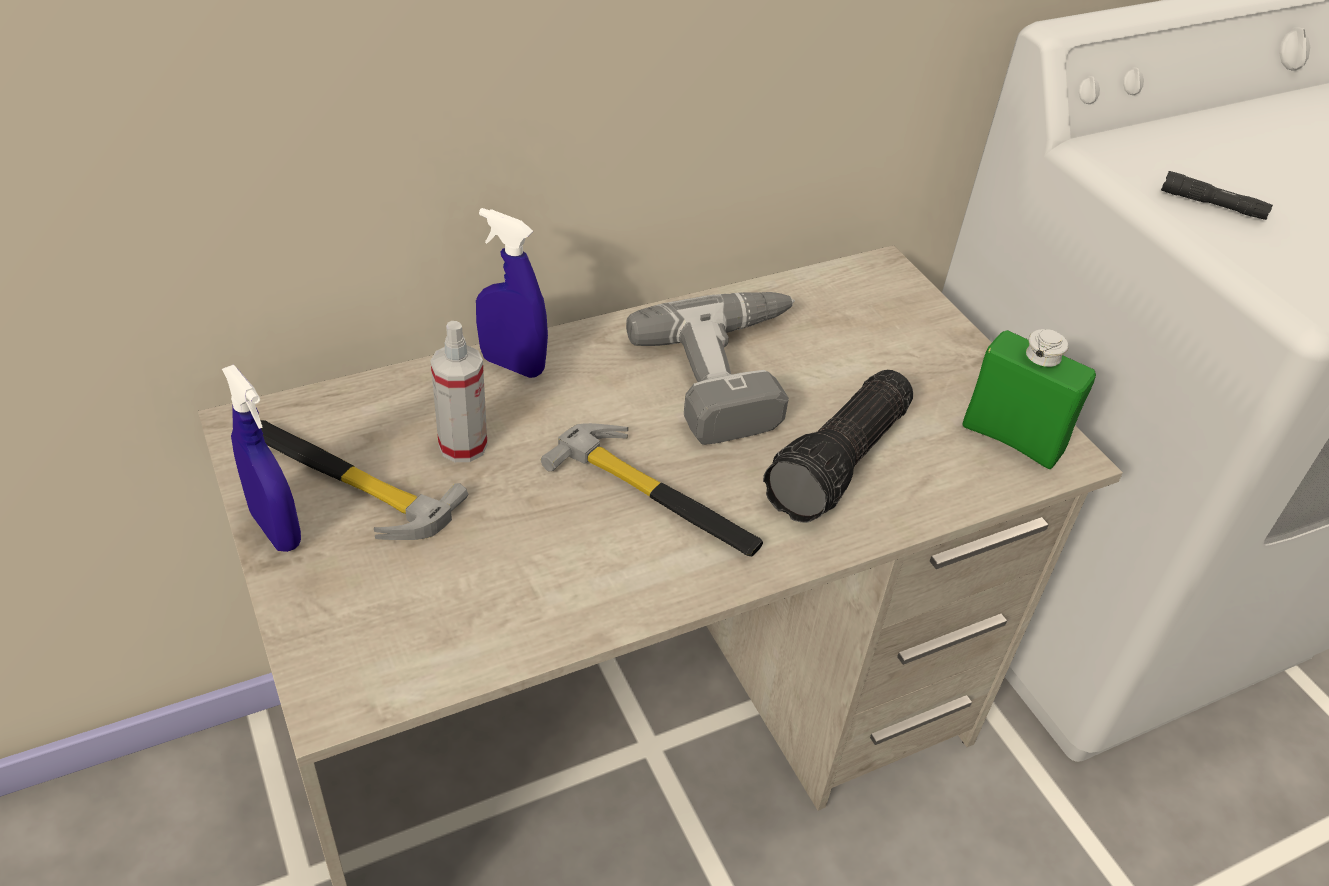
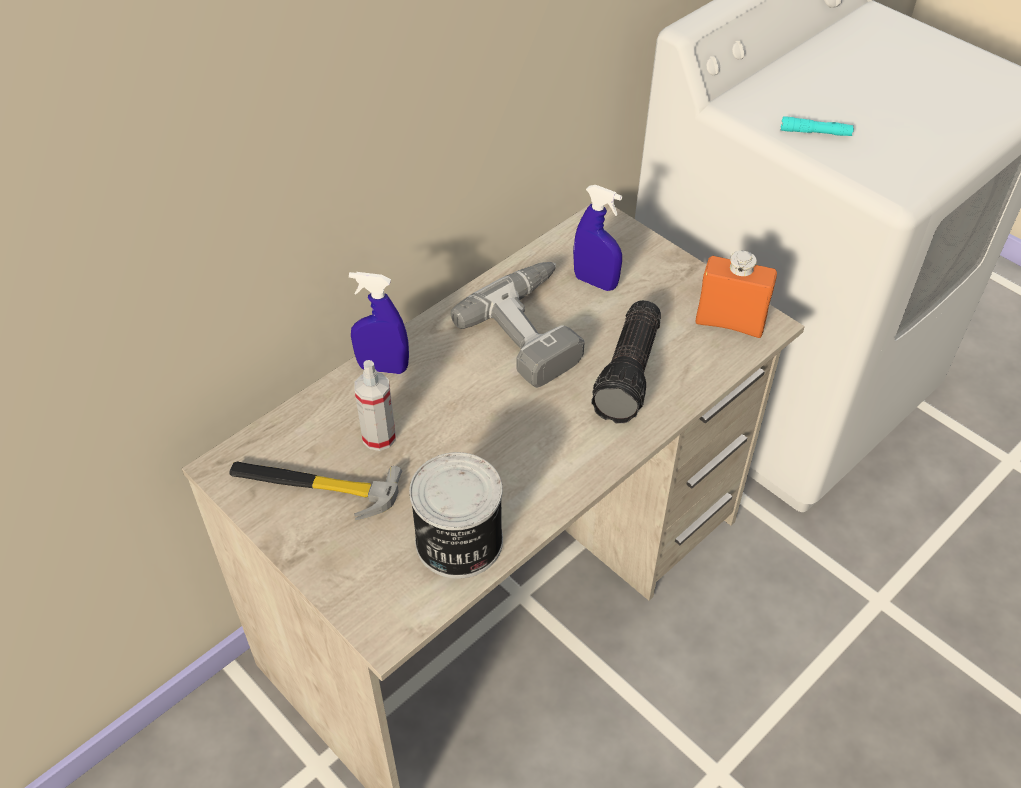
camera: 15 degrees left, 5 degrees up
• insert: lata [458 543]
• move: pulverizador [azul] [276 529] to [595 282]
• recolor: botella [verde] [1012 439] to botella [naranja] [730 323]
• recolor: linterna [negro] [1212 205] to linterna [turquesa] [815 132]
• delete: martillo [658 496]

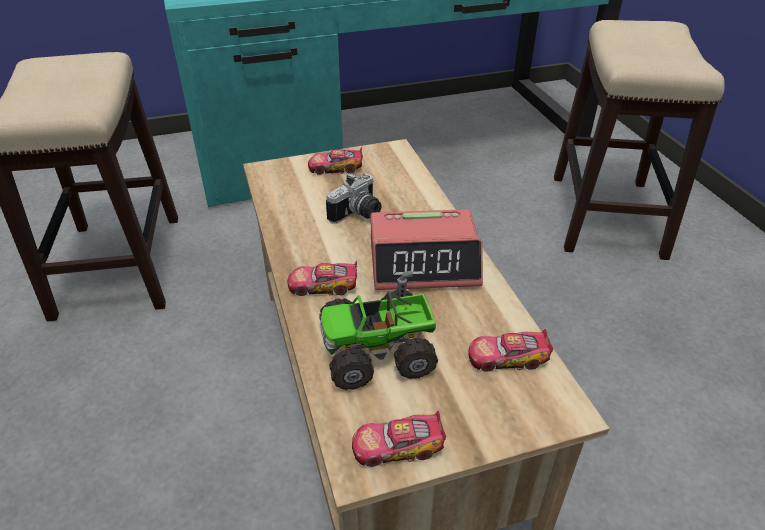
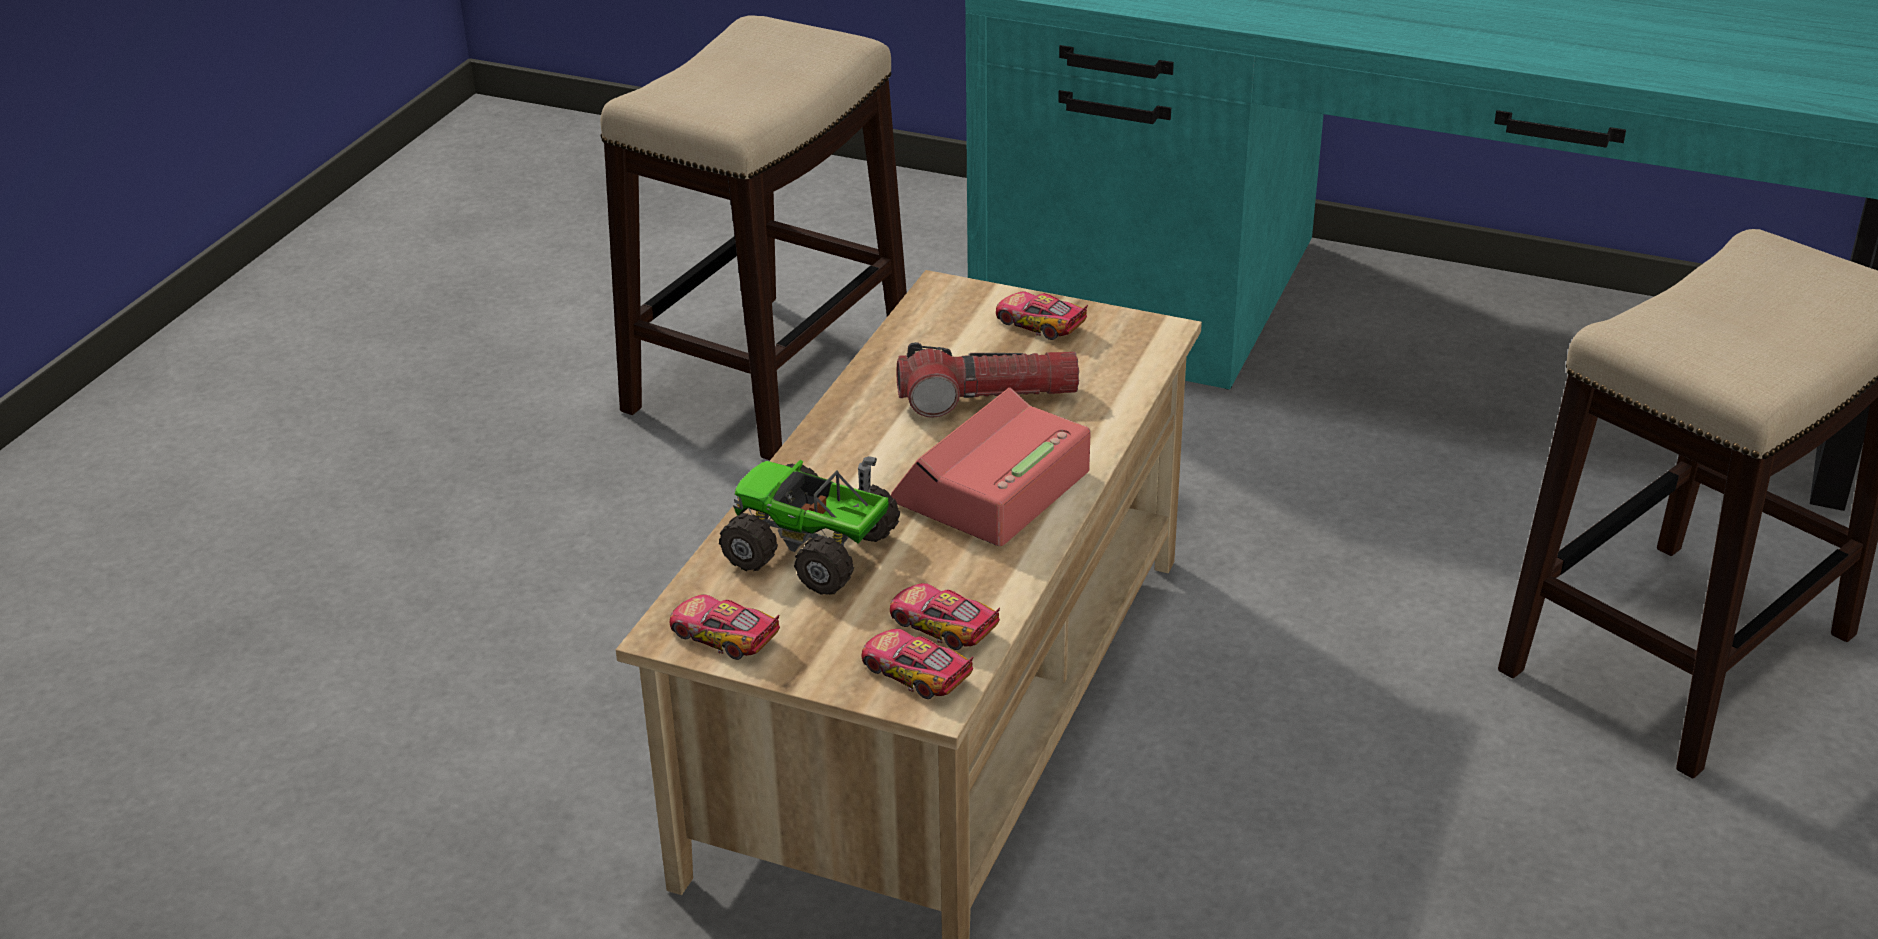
camera: 40 degrees right, 5 degrees down
• move: coche de juguete [323 285] to [915 673]
• rotate: despertador [424 262] = [992 489] 90 degrees clockwise
• replace: cámara [358 215] to linterna [987 398]

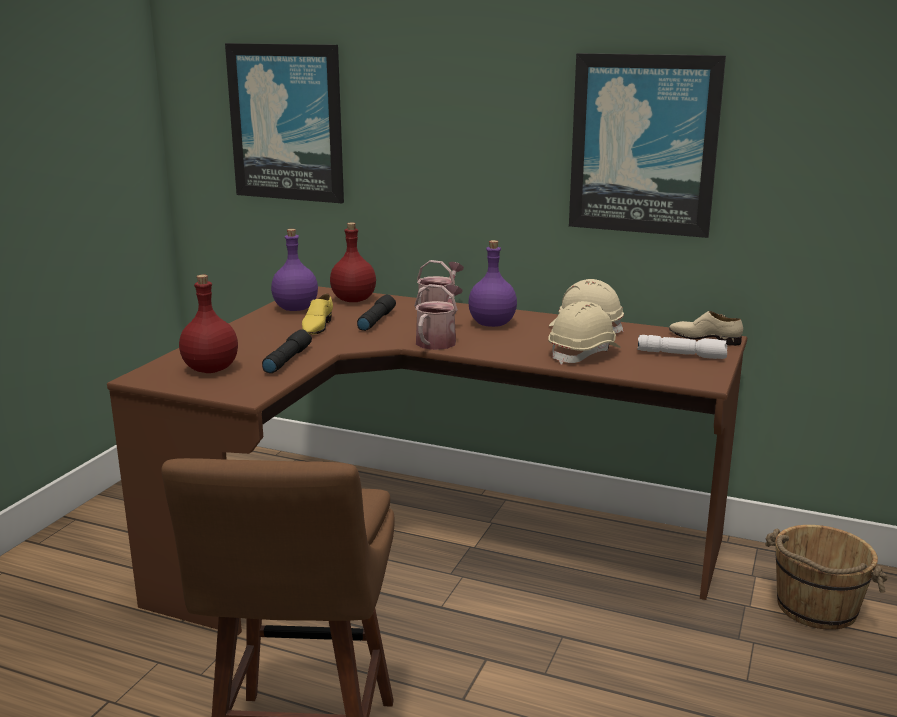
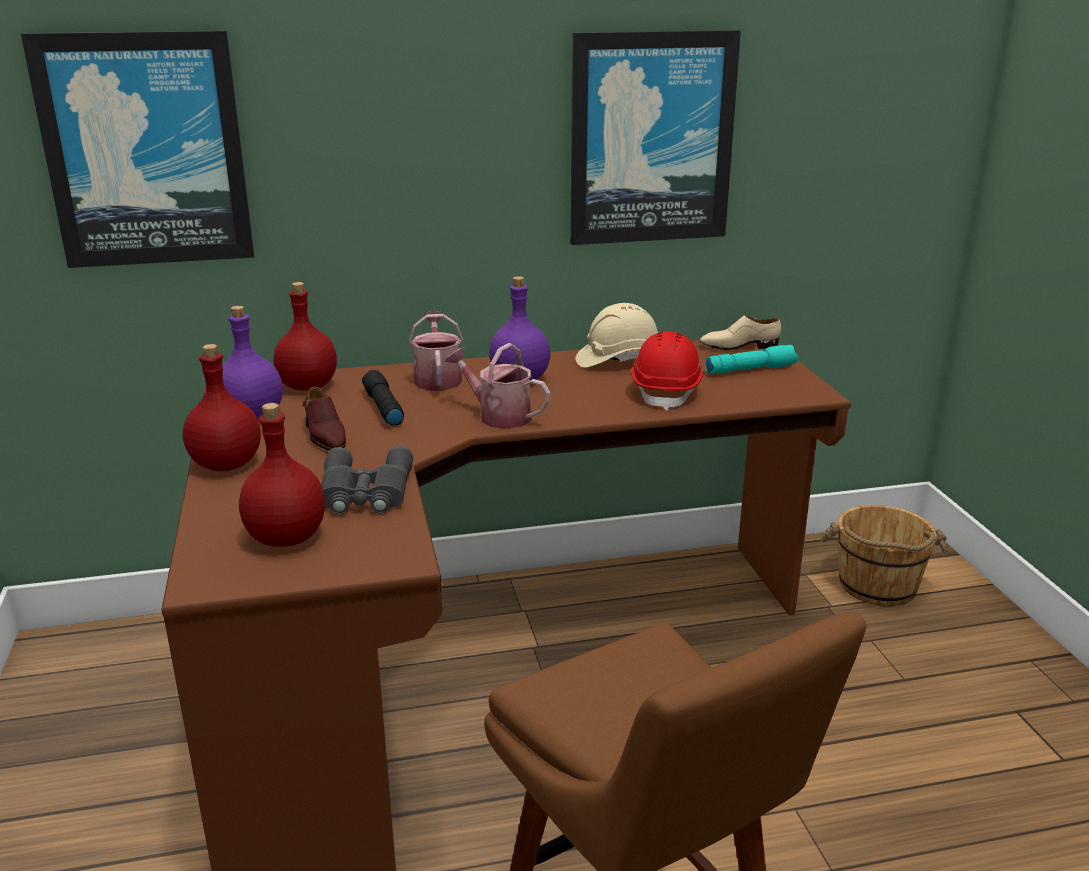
camera: 35 degrees left, 5 degrees up
• insert: botella [rojo] [227 465]
• recolor: zapato [amarillo] [316 327] to zapato [marrón] [324 436]
• replace: linterna [negro] [286 360] to prismáticos [gris] [364 492]
• rotate: regadera [438 340] = [498 415] 45 degrees counterclockwise
• recolor: casco [beis] [584 353] to casco [rojo] [667 392]
• recolor: linterna [blanco] [682 355] to linterna [turquesa] [750 369]

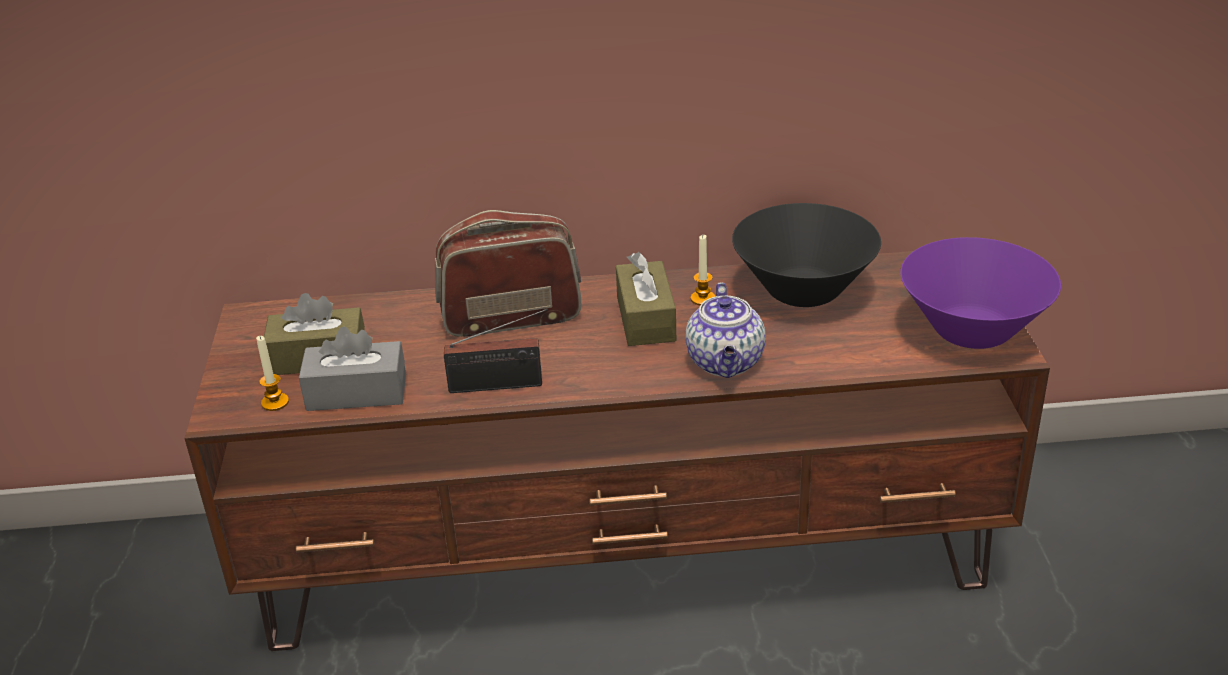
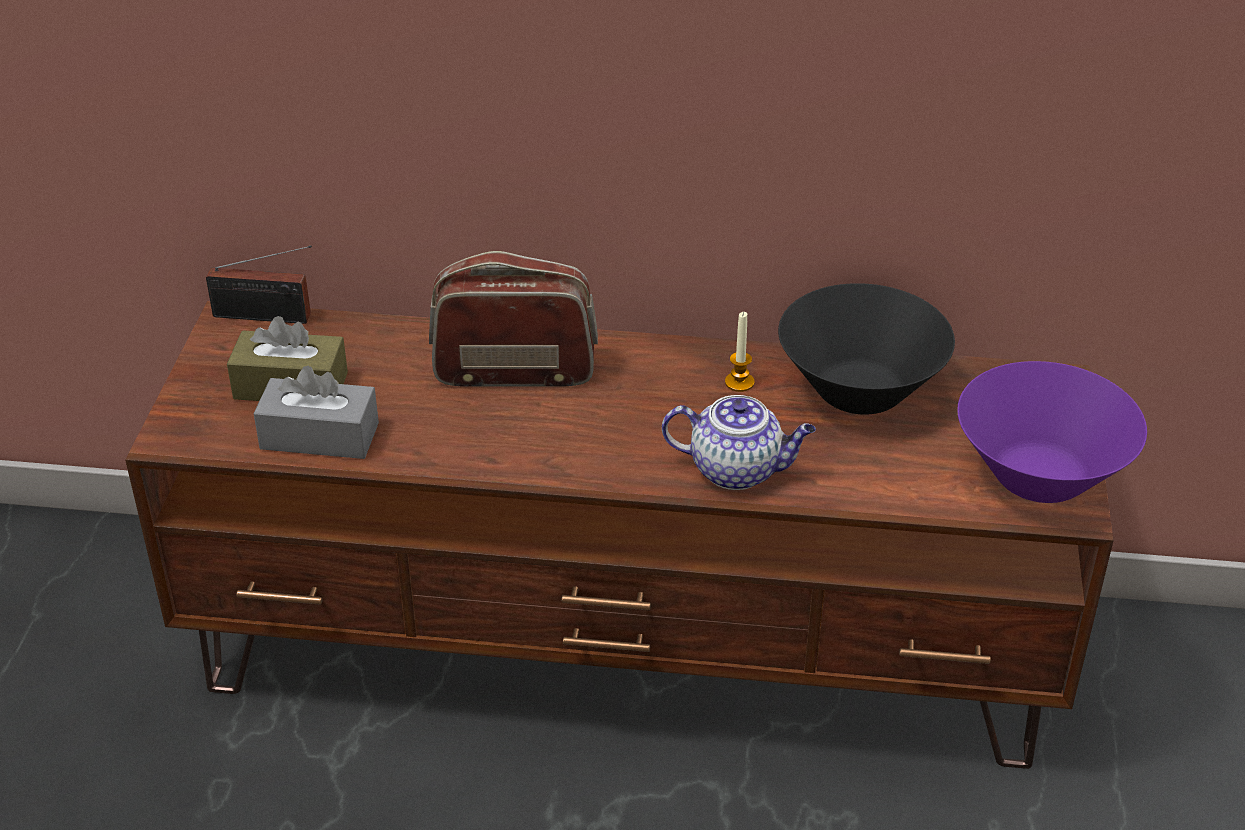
camera: 10 degrees right, 5 degrees up
• move: radio [501 385] to [267 317]
• rotate: tetera [726 363] = [737 470] 90 degrees counterclockwise
• delete: vela [275 402]
• delete: caja de pañuelos [marrón] [646 319]

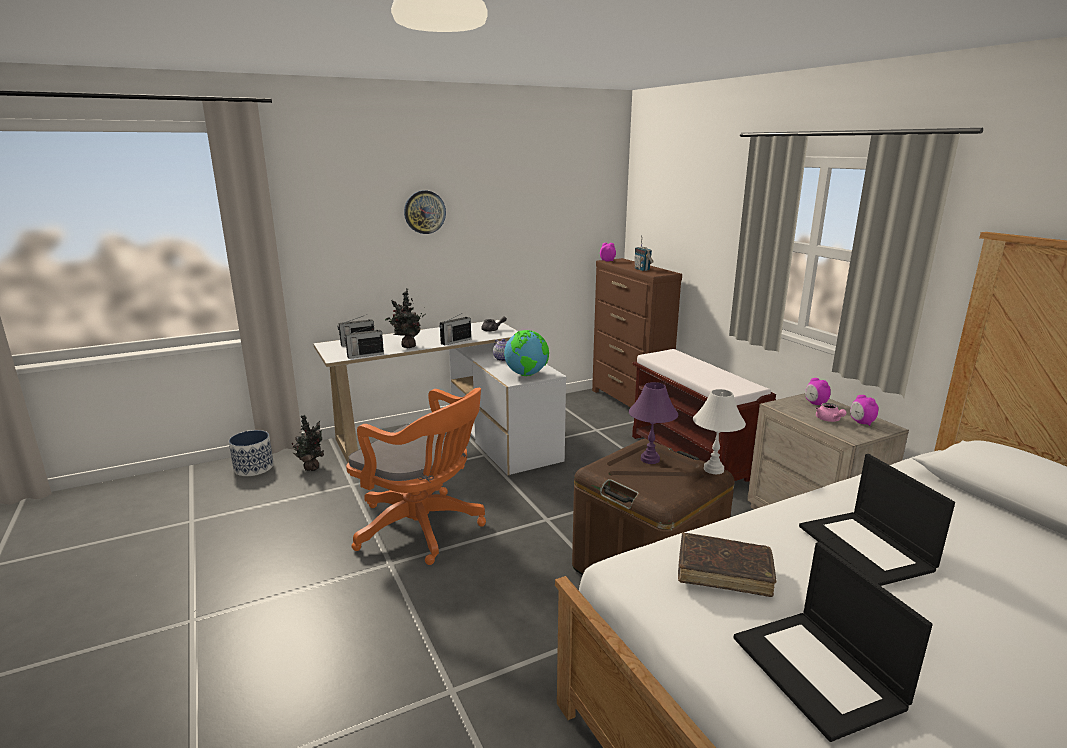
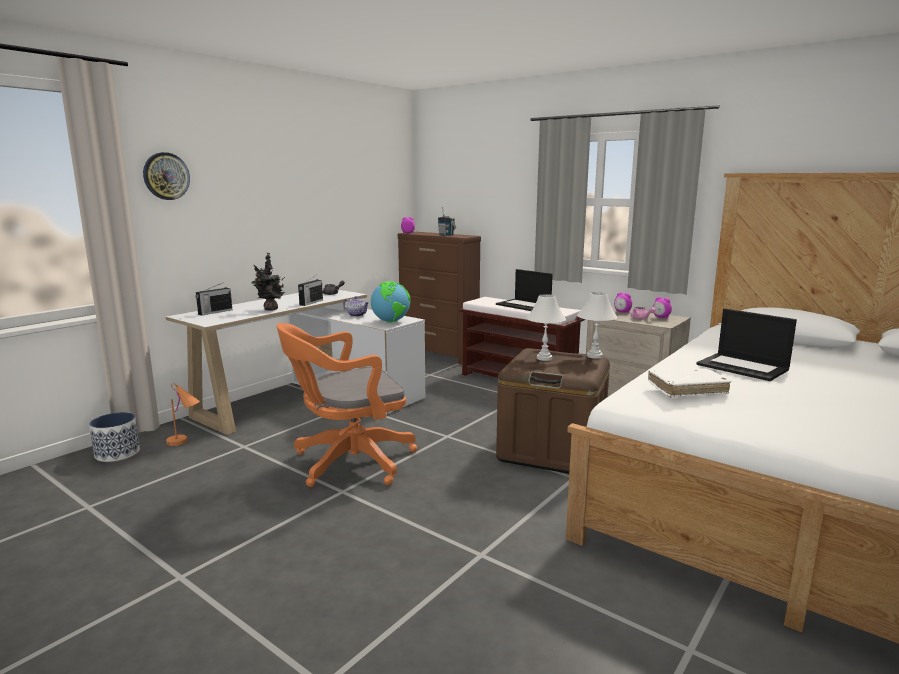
camera: 25 degrees left, 5 degrees down
• move: reloj de pared [424 212] to [166 176]
• replace: planta en maceta [312 467] to lámpara de mesa [naranja] [185 442]
• rotate: silla de oficina [naranja] [423 529] = [348 463] 150 degrees clockwise
• move: portátil [819 672] to [524 305]
• recolor: lámpara de mesa [morado] [650 459] to lámpara de mesa [blanco] [544 358]
• recolor: libro [marrón] [724 572] to libro [blanco] [687 389]
• delete: radio [364 355]

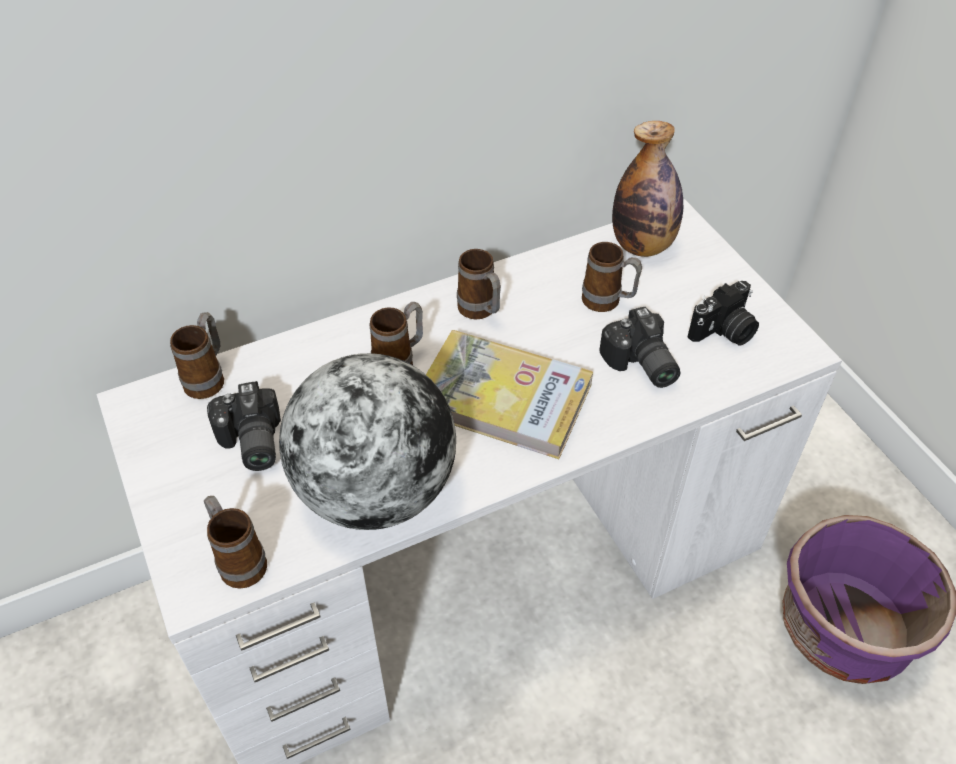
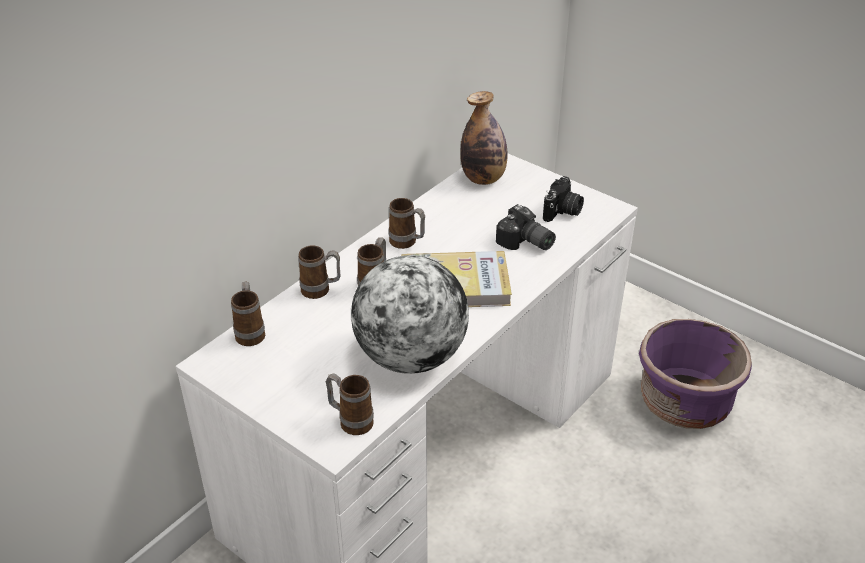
camera: 25 degrees left, 10 degrees down
• move: taza grande [608 302] to [321 290]
• delete: cámara [249 443]

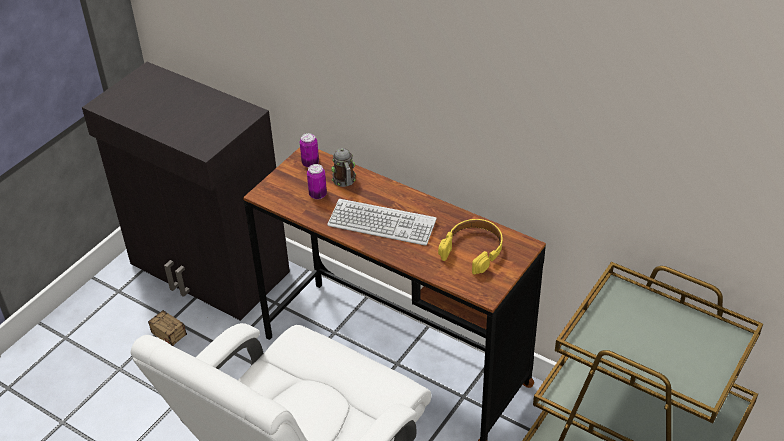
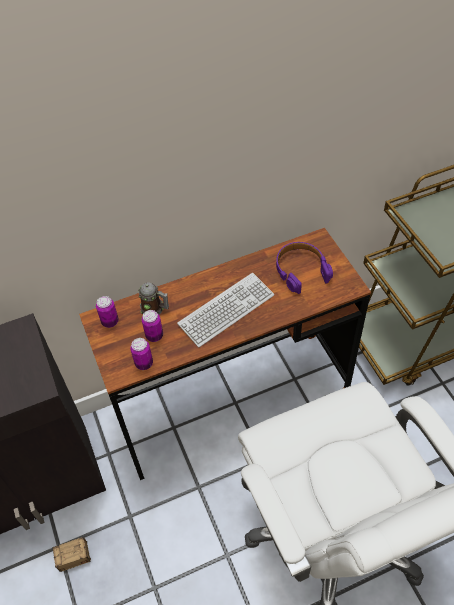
camera: 55 degrees left, 10 degrees up
• insert: lata [144 363]
• recolor: auriculares [amarillo] [473 250] to auriculares [morado] [301 270]

